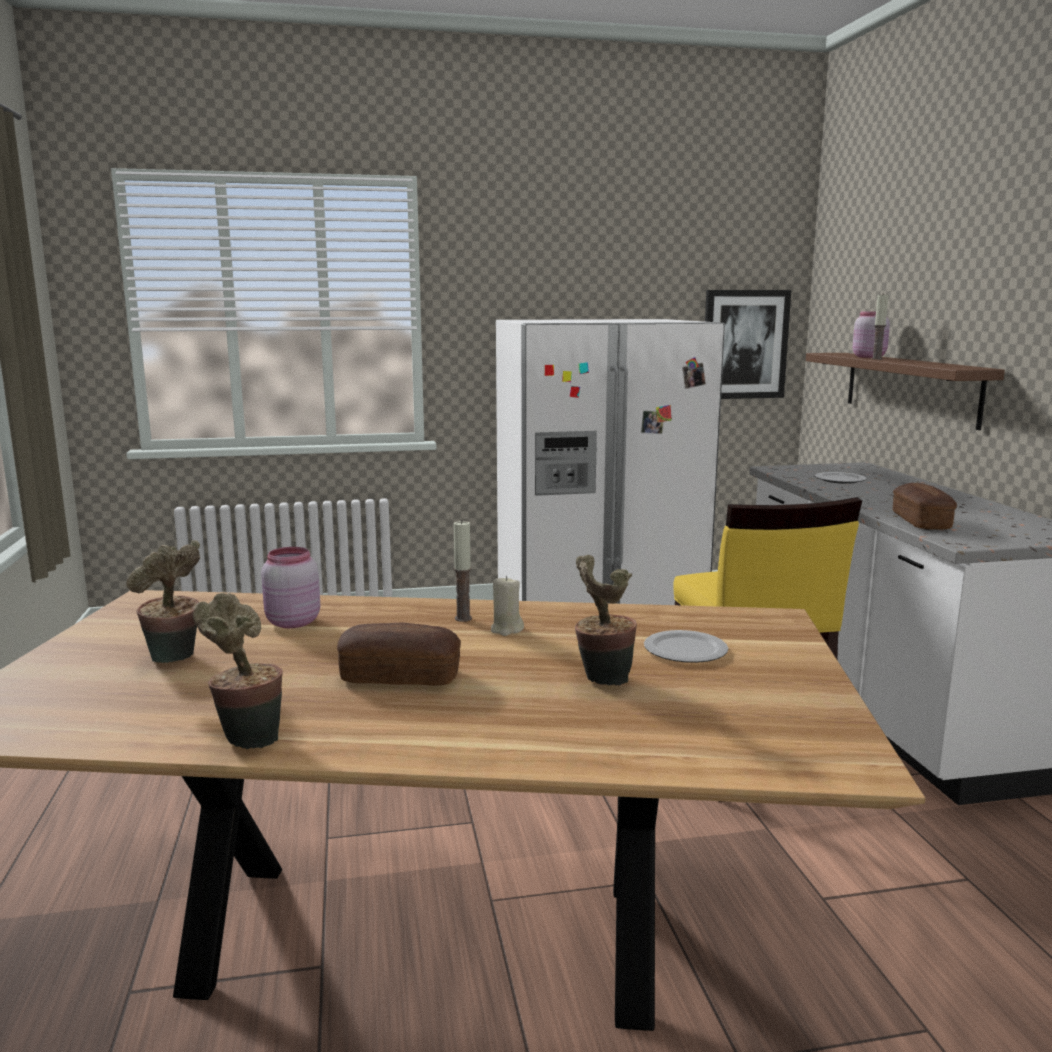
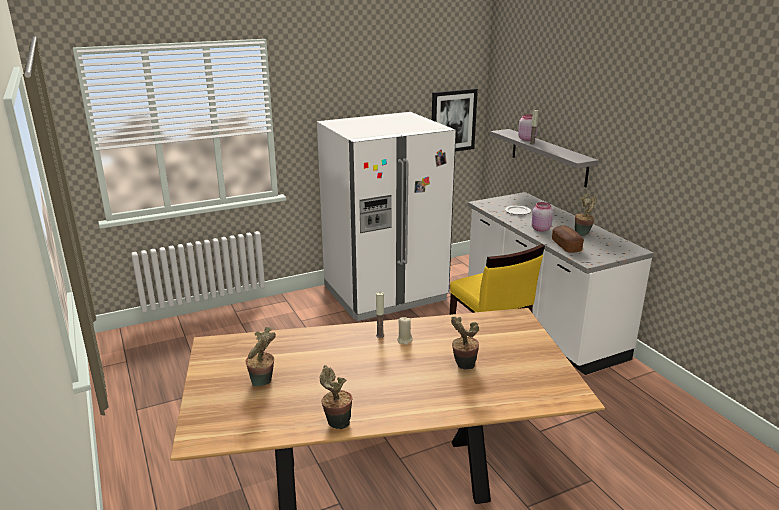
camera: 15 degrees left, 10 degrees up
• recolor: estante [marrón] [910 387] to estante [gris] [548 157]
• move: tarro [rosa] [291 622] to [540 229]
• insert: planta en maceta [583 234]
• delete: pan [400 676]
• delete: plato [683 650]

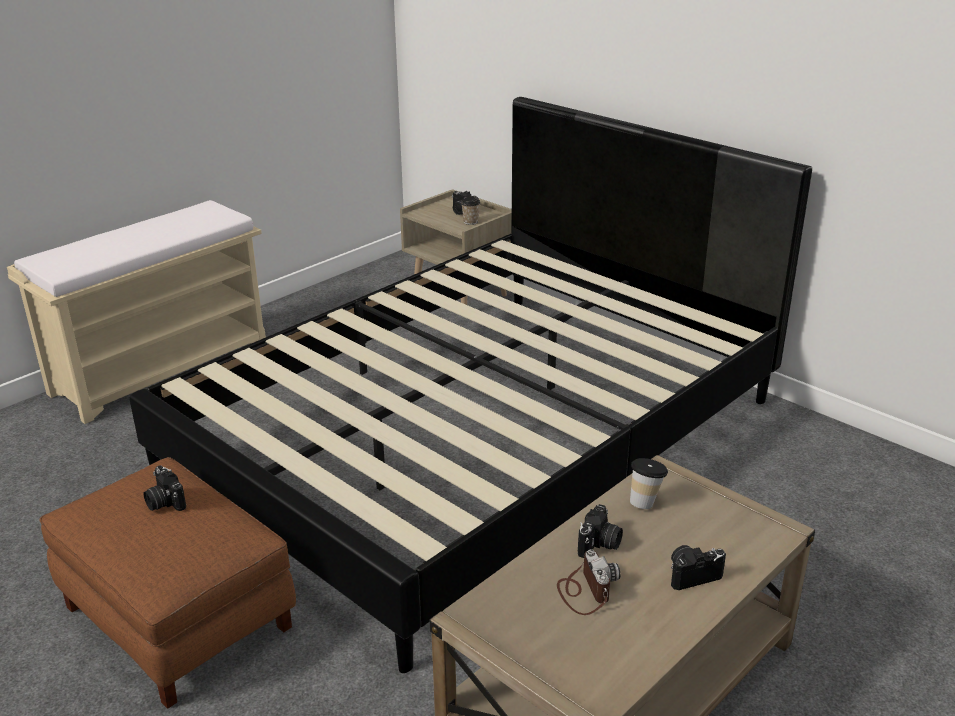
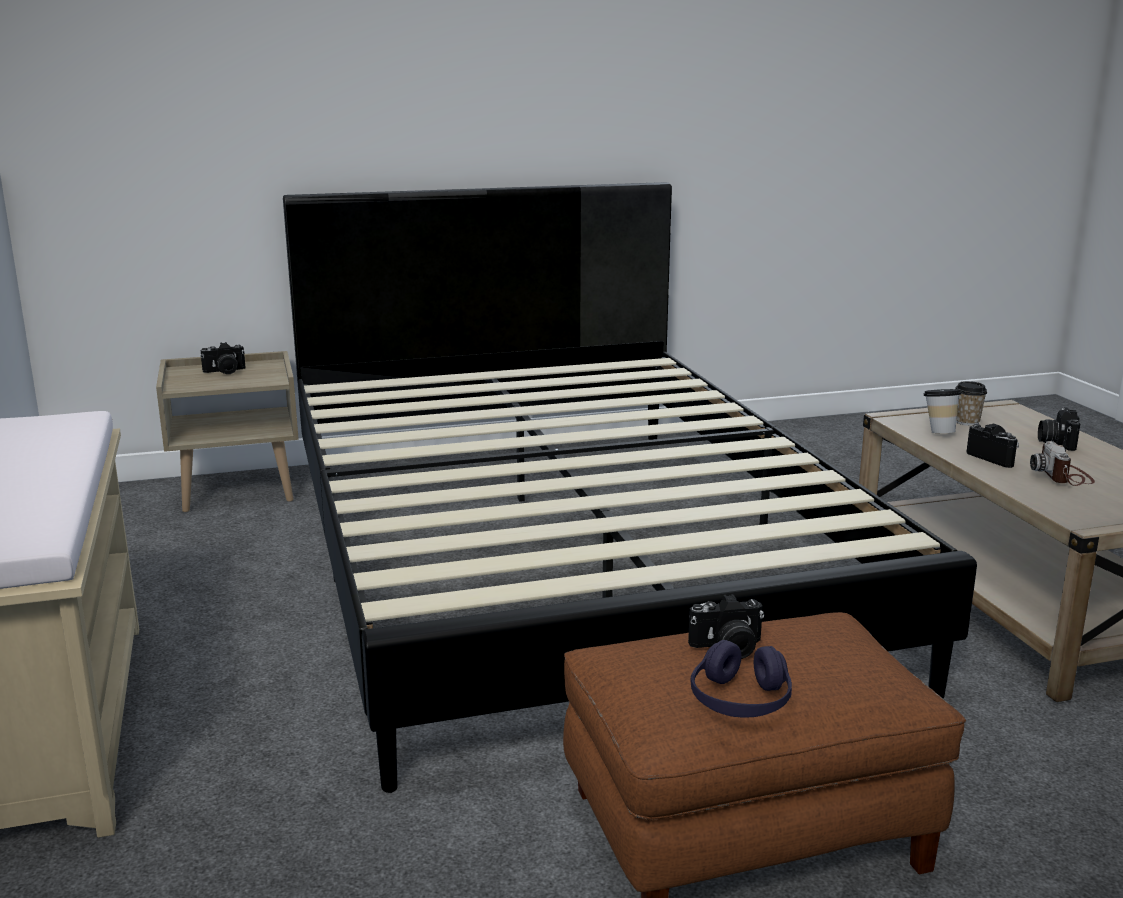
camera: 60 degrees left, 10 degrees down
• insert: auriculares [morado] [740 700]
• move: taza [470 222] to [967 422]
• rotate: cámara [585 591] = [1063 476] 105 degrees counterclockwise

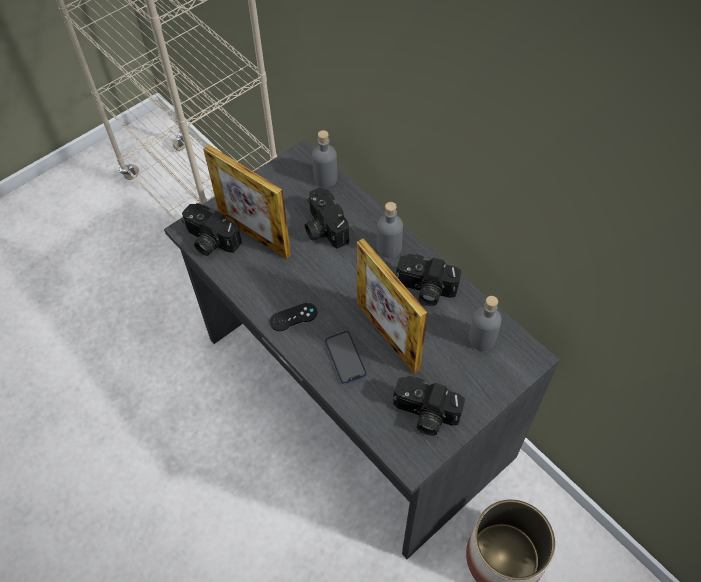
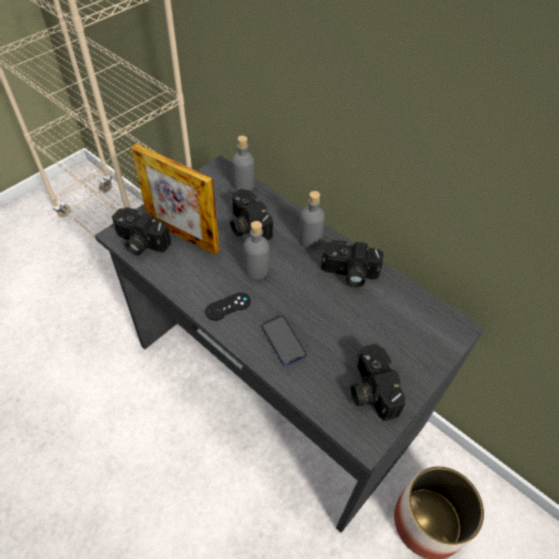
camera: 10 degrees left, 5 degrees down
• move: botella [gris] [482 339] to [256 270]
• rotate: cámara [424 414] = [369 390] 60 degrees clockwise
• delete: portarretratos [387 336]

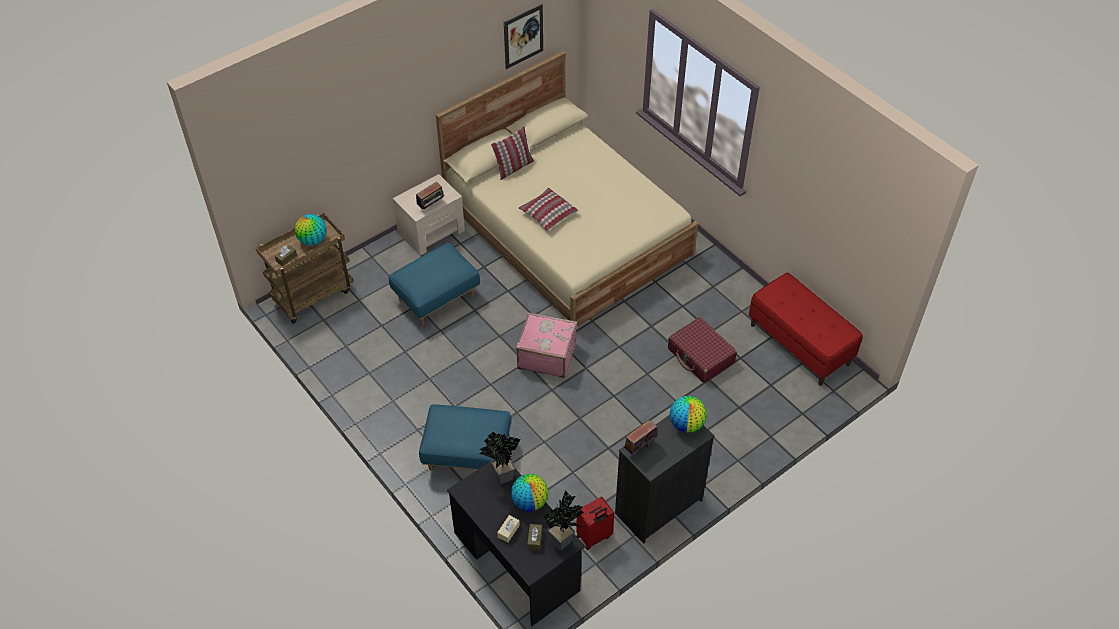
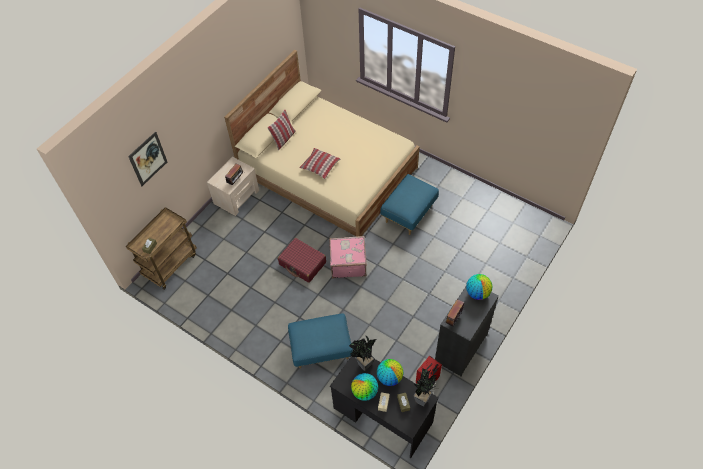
camera: 15 degrees left, 5 degrees up
• move: cuadro [523 36] to [148 159]
• move: maleta [rojo] [701 356] to [302 264]
• move: globo terráqueo [313 240] to [364 392]
• move: puf [azul] [436 298] to [408 213]
• delete: banco [rojo] [800 344]

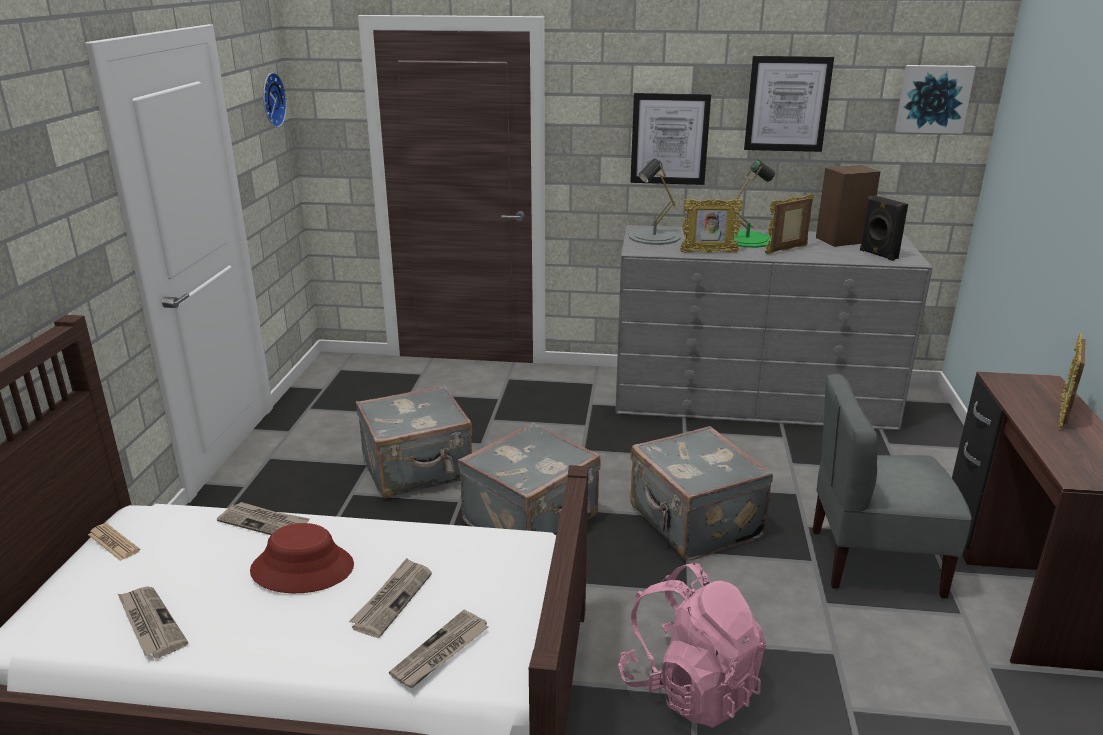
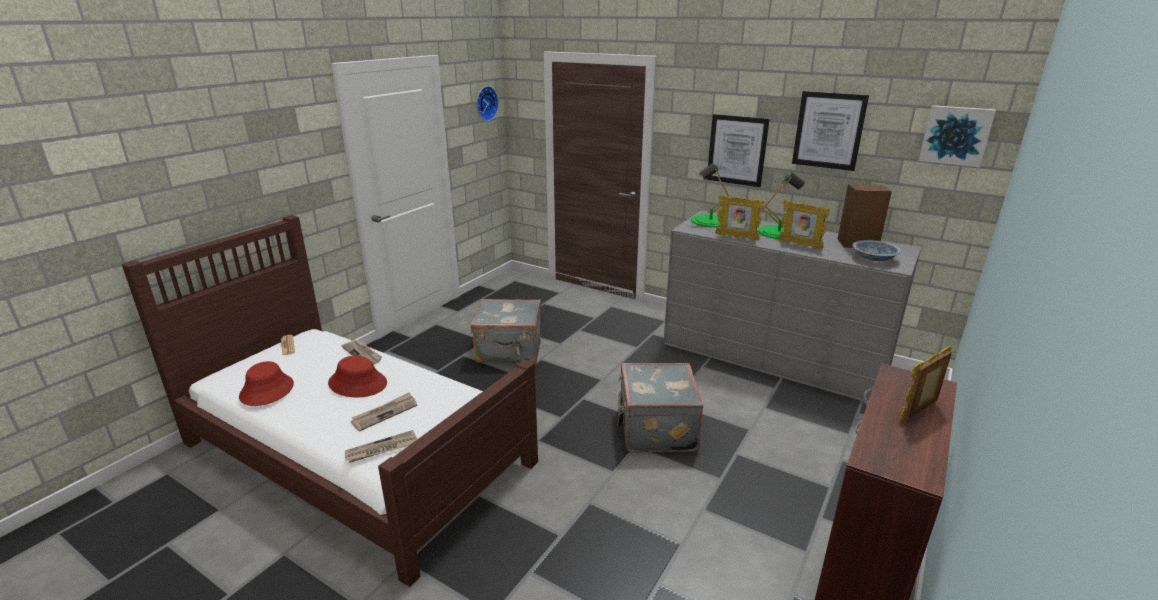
camera: 25 degrees right, 0 degrees up
• replace: periódico [150 623] to sombrero [rojo] [266 390]
• recolor: lámpara de mesa [gris] [654 237] to lámpara de mesa [verde] [710 221]
• rotate: portarretratos [787 251] = [800 245] 135 degrees counterclockwise
• replace: altavoz [negro] [877 254] to cuenco [874 258]
• delete: maleta [gris] [532 520]
• delete: mochila [rosa] [690 687]
• delete: silla [gris] [874 561]

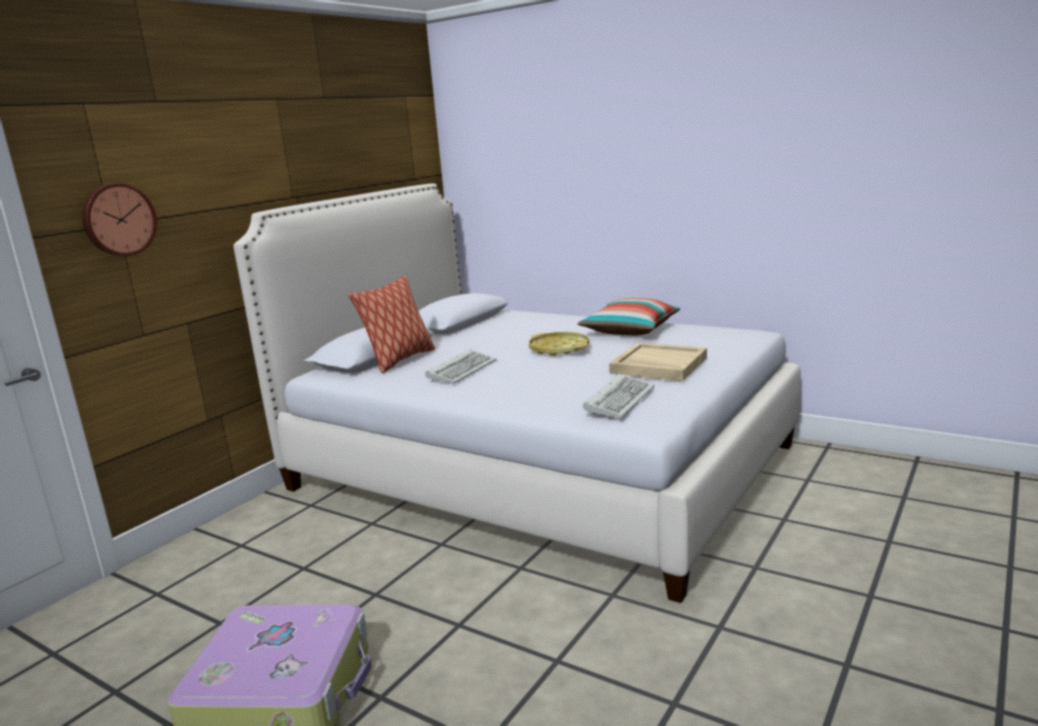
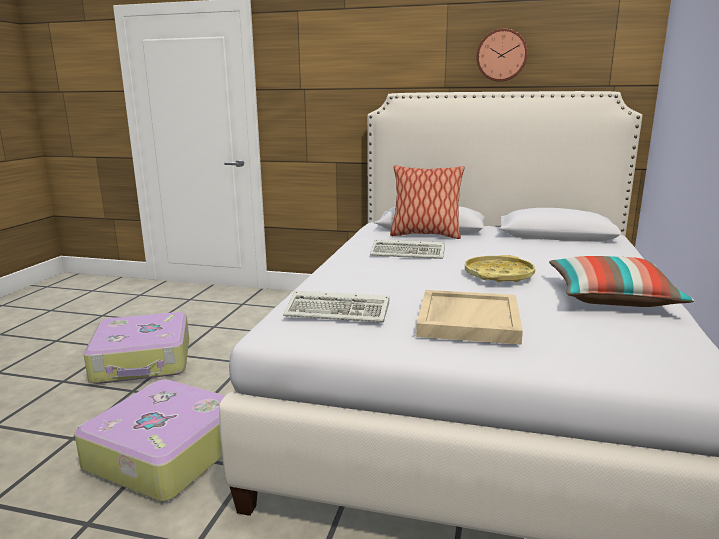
camera: 70 degrees right, 0 degrees up
• insert: maleta [164 453]
• move: reloj de pared [118 220] to [501 55]

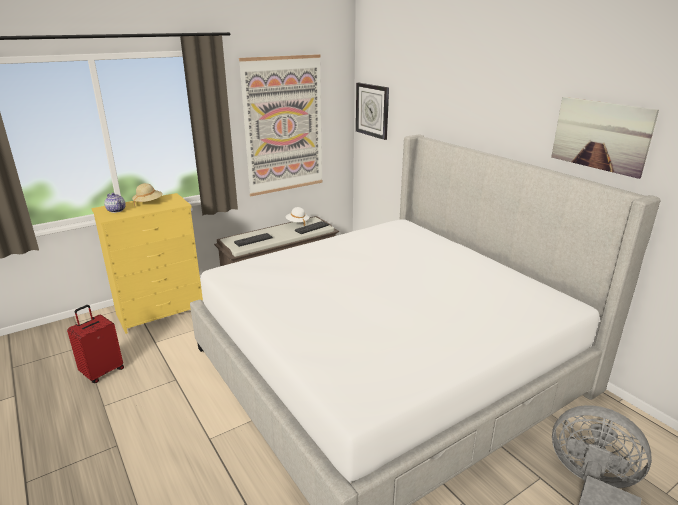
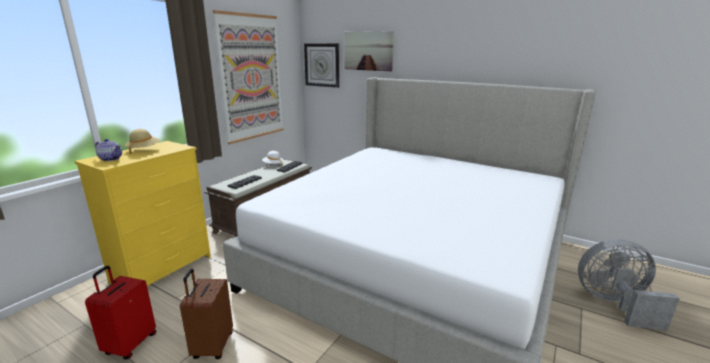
camera: 25 degrees left, 5 degrees down
• insert: maleta [marrón] [212 346]
• move: cuadro [600 135] to [368 51]

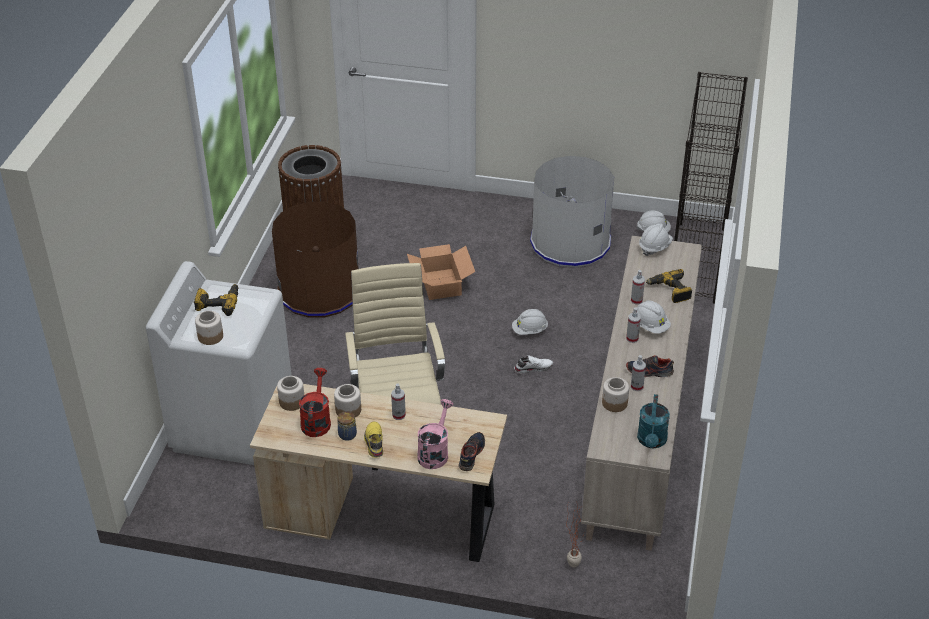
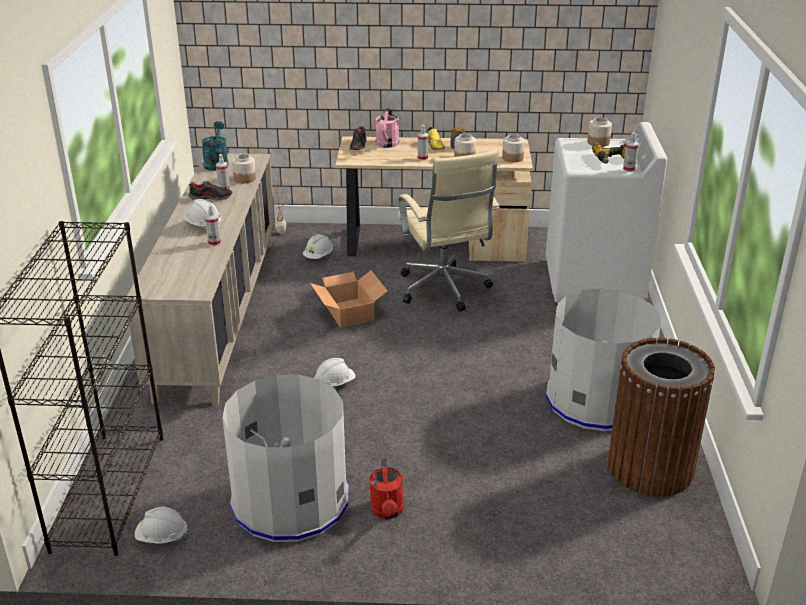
camera: 170 degrees right, 10 degrees down
• move: casco [blanco] [654 247] to [318 256]
• move: caja de cartón [440 284] to [350 312]
• move: regadera [rojo] [316 420] to [387 512]
• recolor: papelera [marrón] [319 291] to papelera [gris] [597 400]
• move: pulverizador [632 338] to [629 169]
• delete: zapato [blanco] [533 367]
• delete: taladro [670 291]

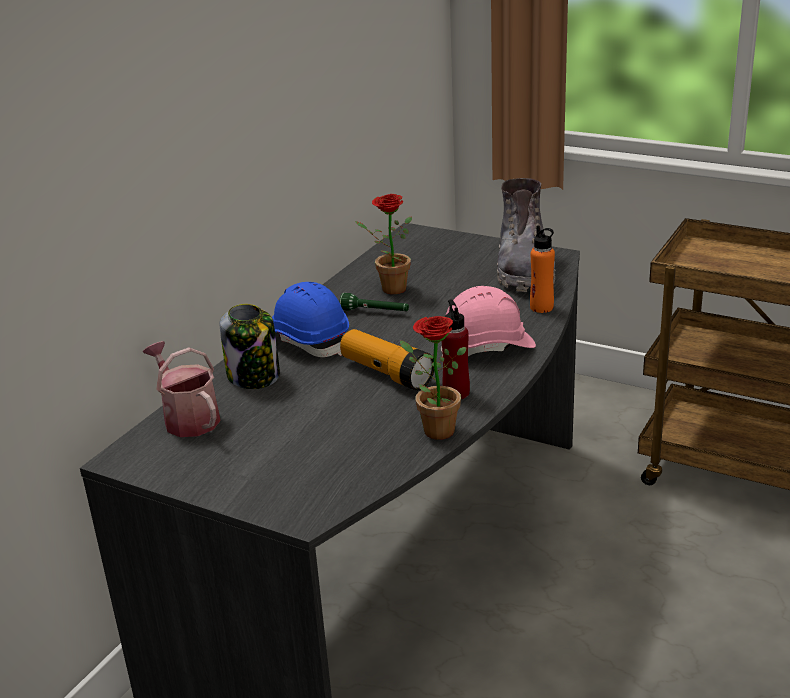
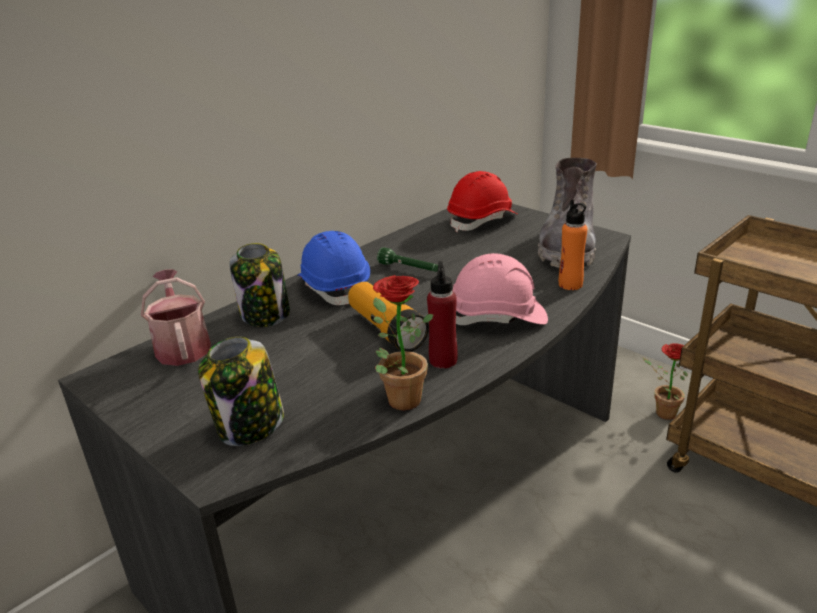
camera: 15 degrees right, 0 degrees up
• insert: tarro [250 426]
• insert: casco [rojo] [482 220]
• move: planta en maceta [388 289] to [661 412]

